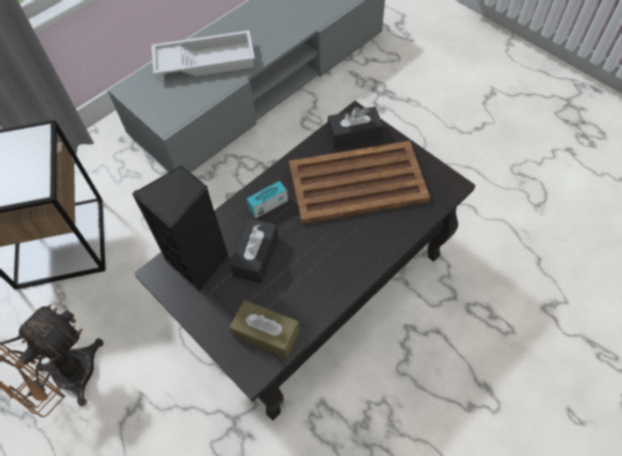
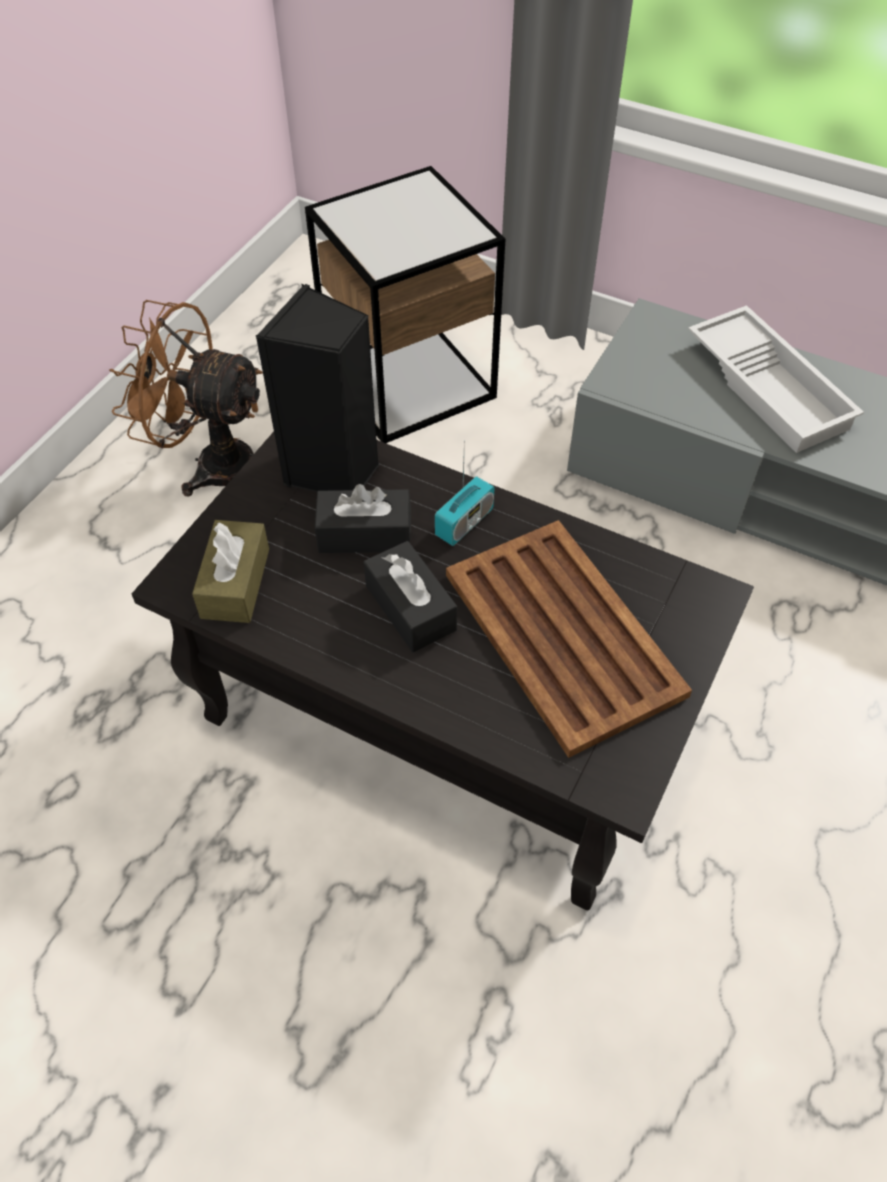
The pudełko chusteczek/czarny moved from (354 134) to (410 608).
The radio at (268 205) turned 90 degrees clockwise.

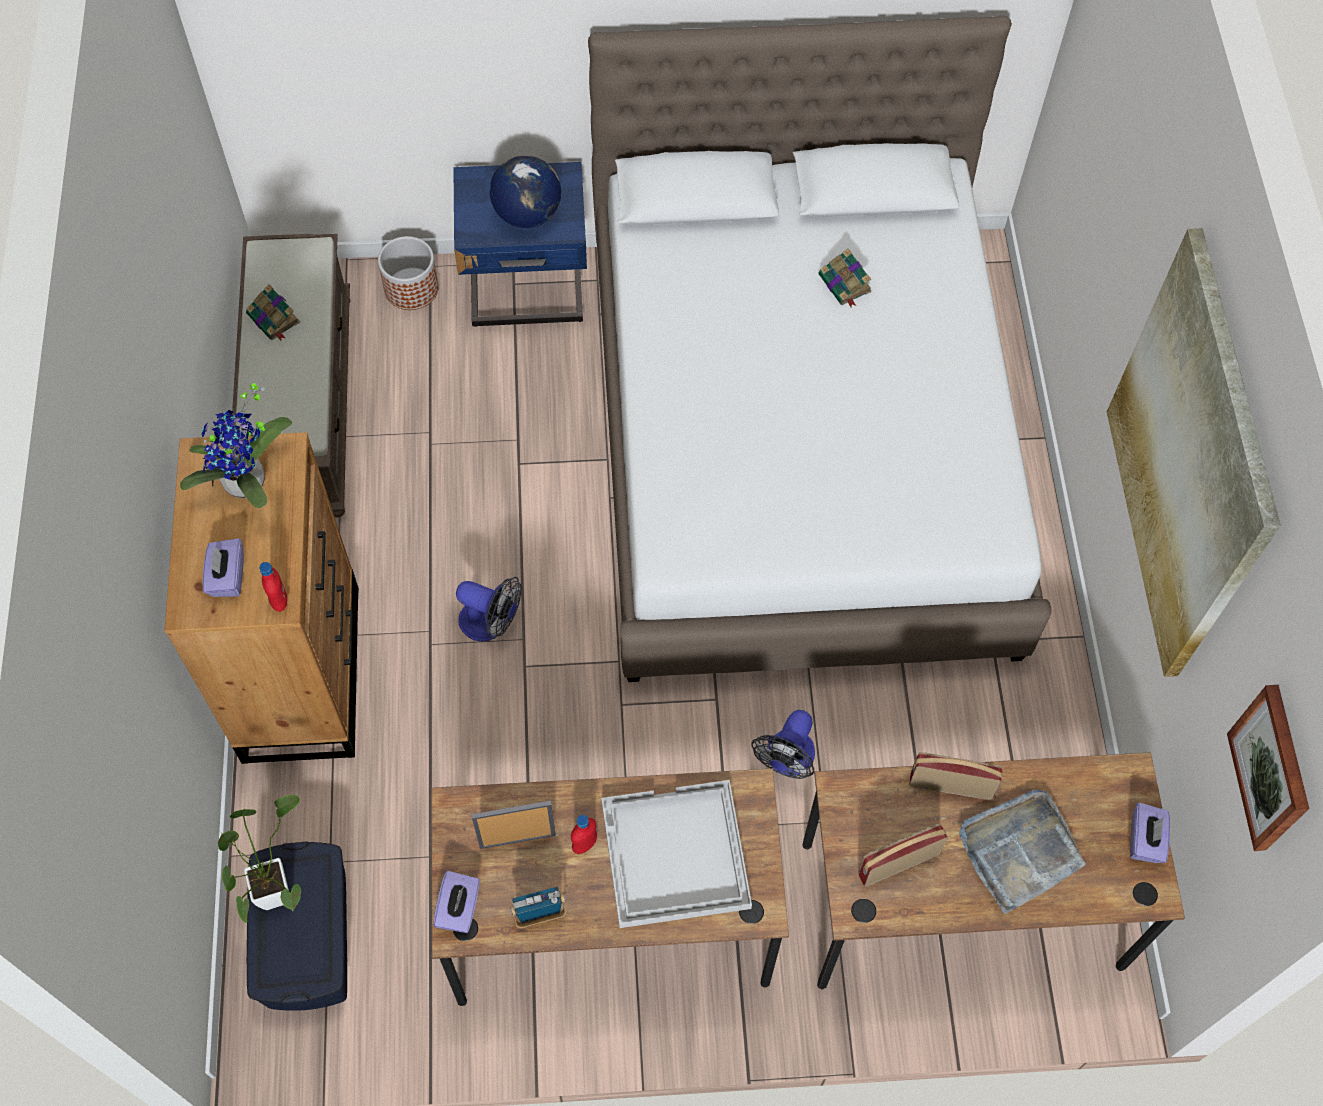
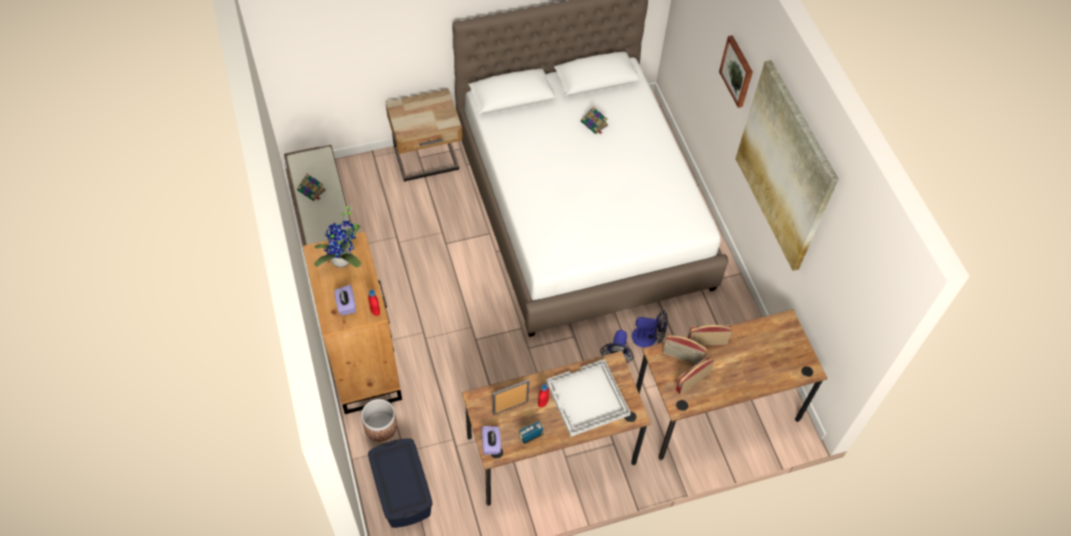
The globus at (527 214) disappeared.
The szafka nocna/niebieski at (527 293) became the szafka nocna/beżowy at (427 160).
The donica moved from (411 288) to (380 426).
The wentylator moved from (491 623) to (648 338).
The obraz moved from (1272 768) to (737 71).
The taca/szary at (1019 851) disappeared.
The roślina doniczkowa at (274 887) disappeared.
The pudełko chusteczek/fioletowy at (1145 840) disappeared.
The radio at (681 357) appeared.

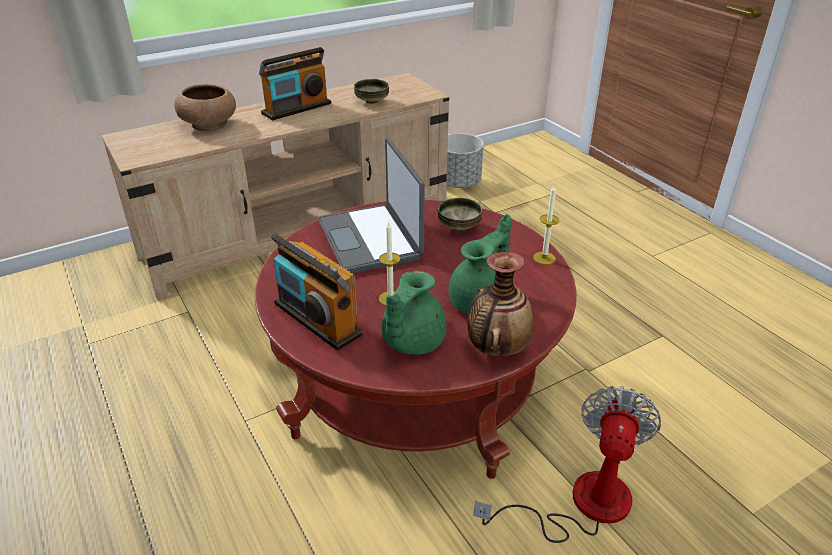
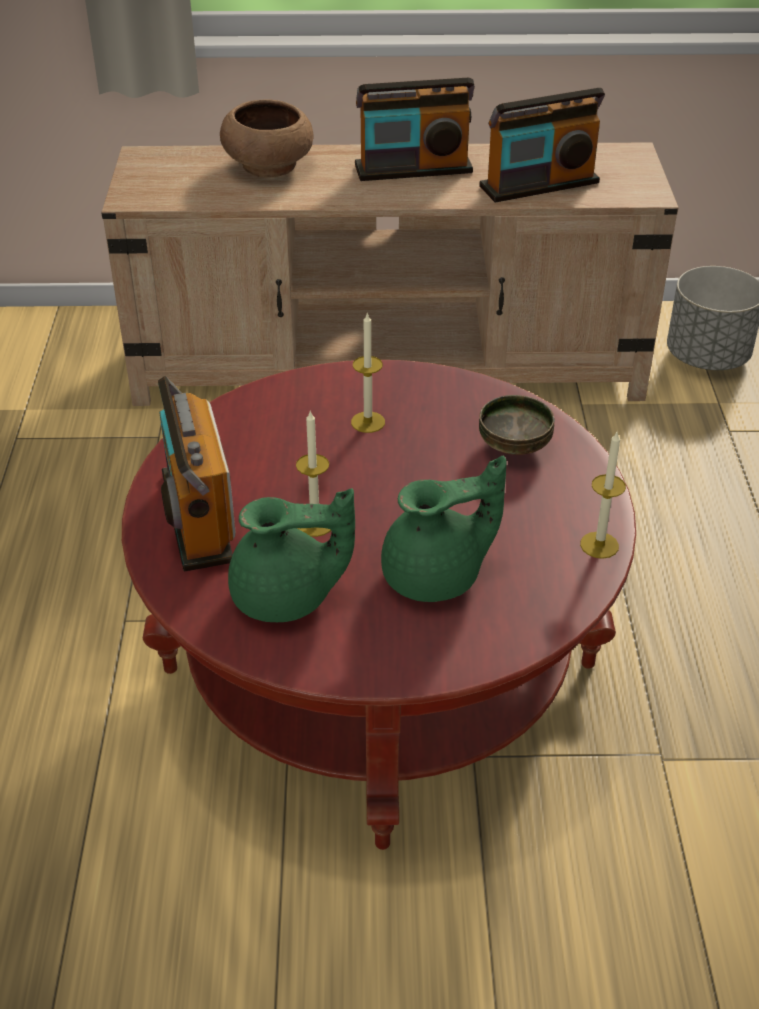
The miska at (372 101) was replaced by the radio at (539 185).
The laptop at (371 239) was replaced by the świeca at (368 422).
The wazon at (497 348) disappeared.
The imbryk/zielony at (411 341) turned 150 degrees counterclockwise.
The wentylator at (581 504) disappeared.

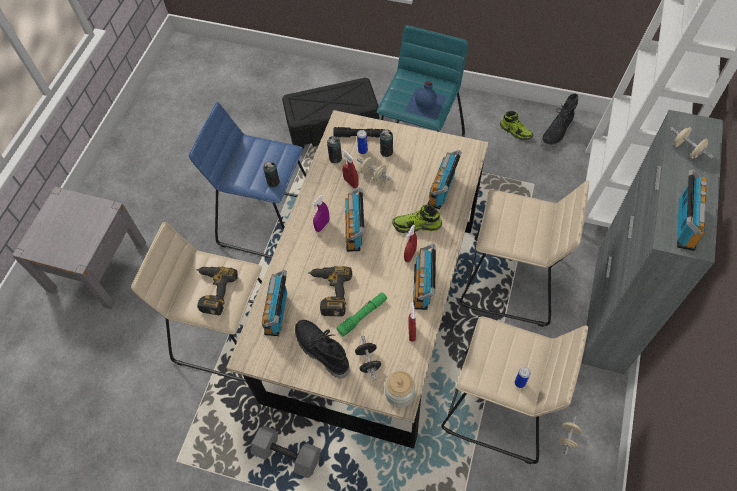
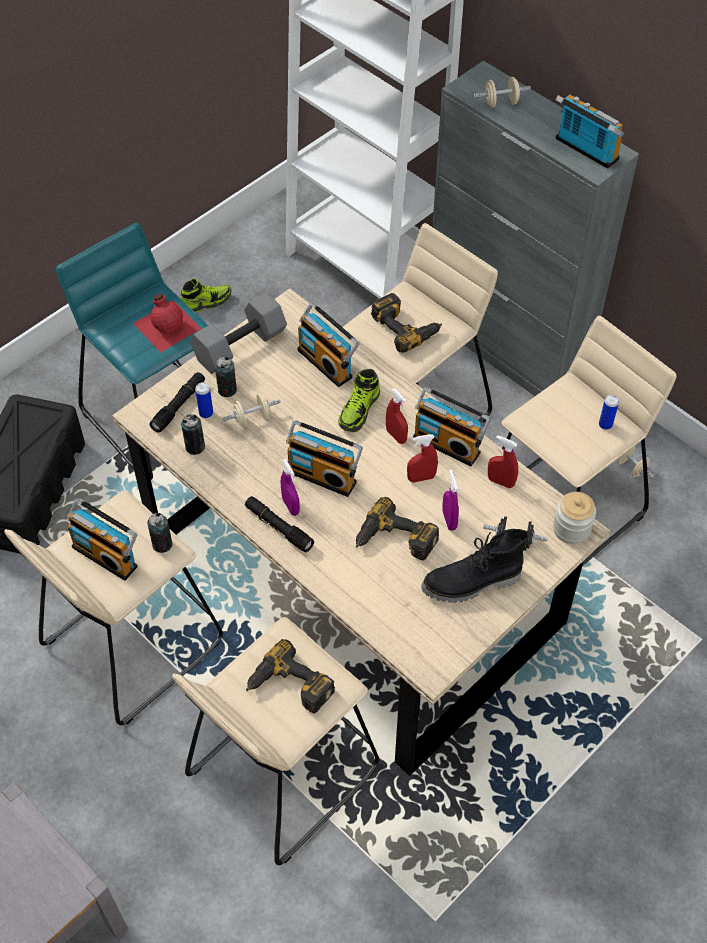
The butelka/niebieski at (426 103) became the butelka/czerwony at (167 325).
The but z cholewką/czarny at (557 133) disappeared.
The stołek/niebieski at (269 222) became the stołek/beżowy at (132 642).
The spryskiwacz/czerwony moved from (351 182) to (421 478).
The radio moved from (278 313) to (107 554).
The latarka/zielony at (362 316) was replaced by the spryskiwacz/fioletowy at (449 520).
The hantel/szary moved from (288 454) to (240 344).
The wiertarka at (406 326) appeared.
The latarka/czarny at (278 527) appeared.

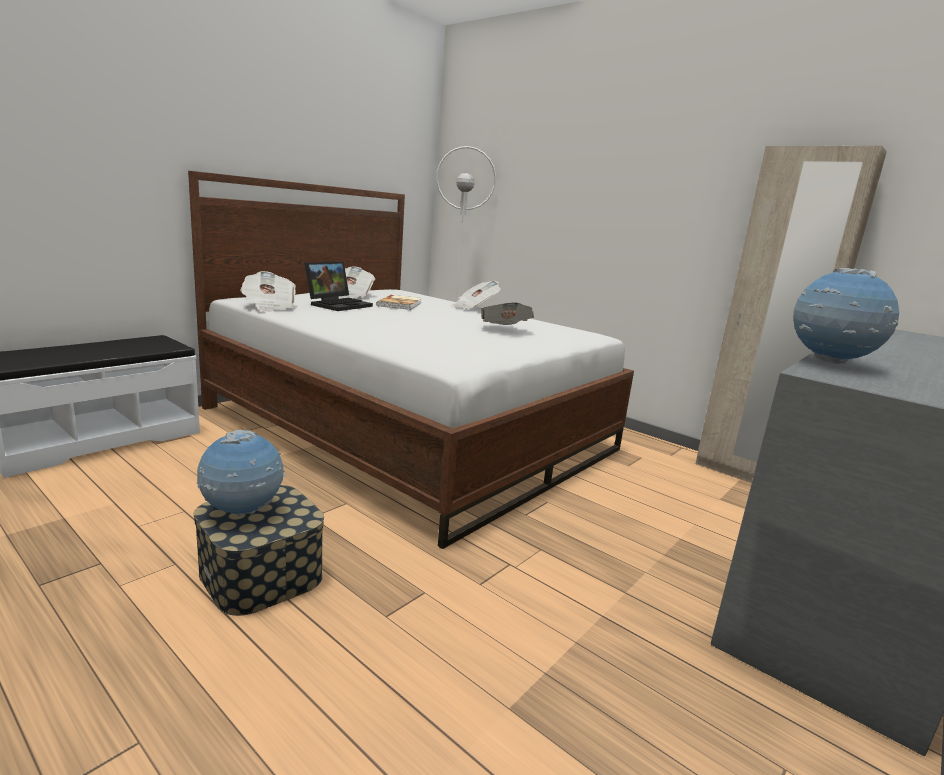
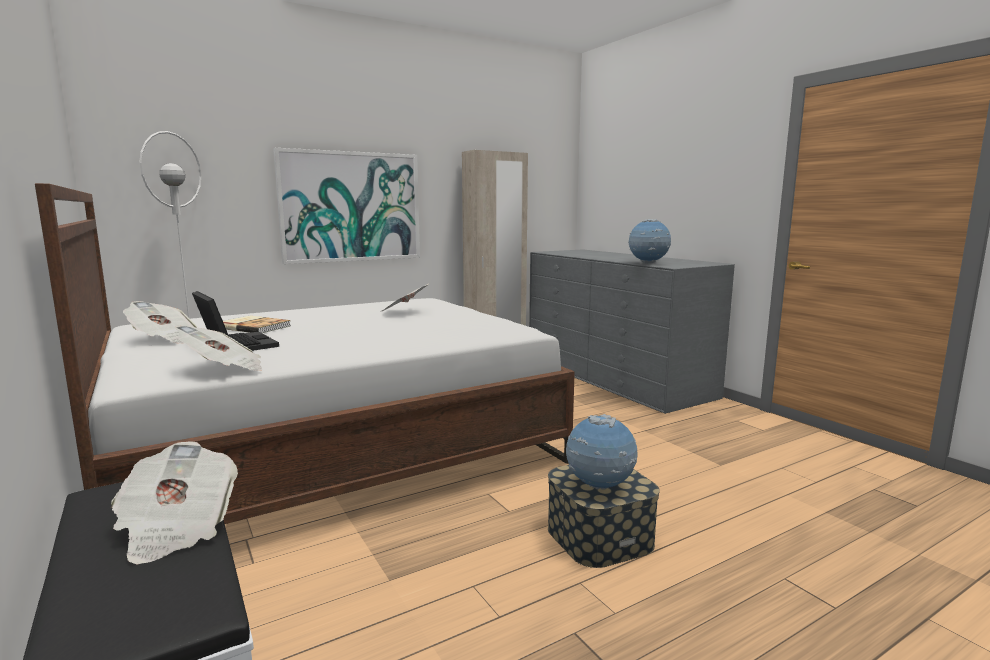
The gazeta moved from (474 308) to (176 528).
The obraz at (351 207) appeared.

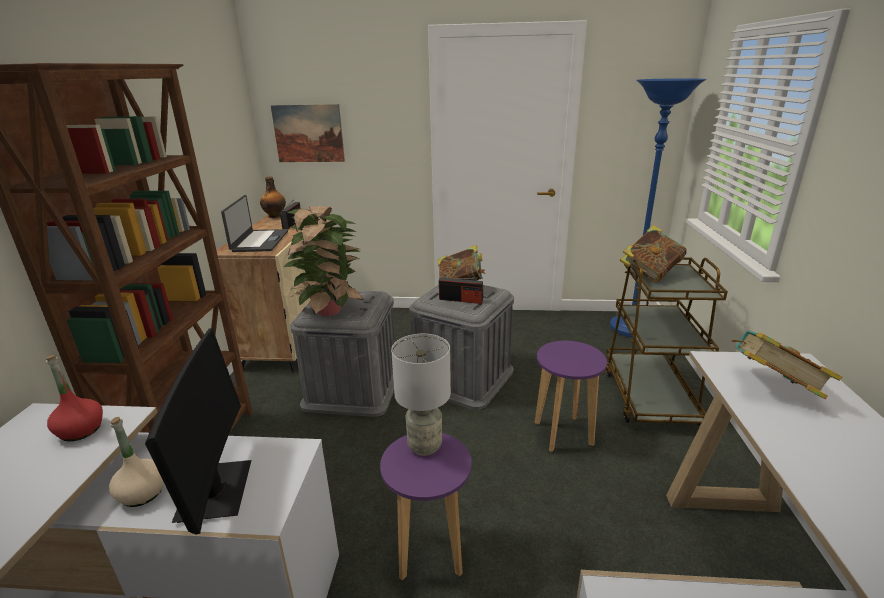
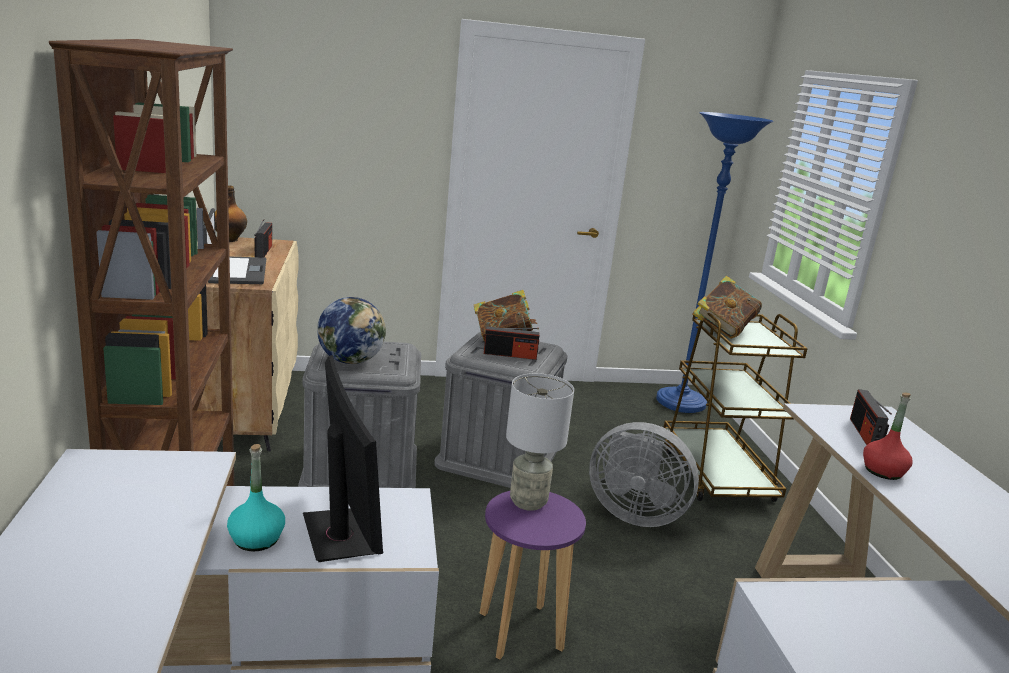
The obraz at (308 133) disappeared.
The roślina doniczkowa at (329 309) was replaced by the globus at (351 361).
The książka at (772 388) was replaced by the radio at (865 434).
The stołek/fioletowy at (563 433) was replaced by the wentylator/szary at (633 513).
The butelka/czerwony moved from (80 430) to (883 471).
The butelka/beżowy at (142 493) became the butelka/turkusowy at (256 539).

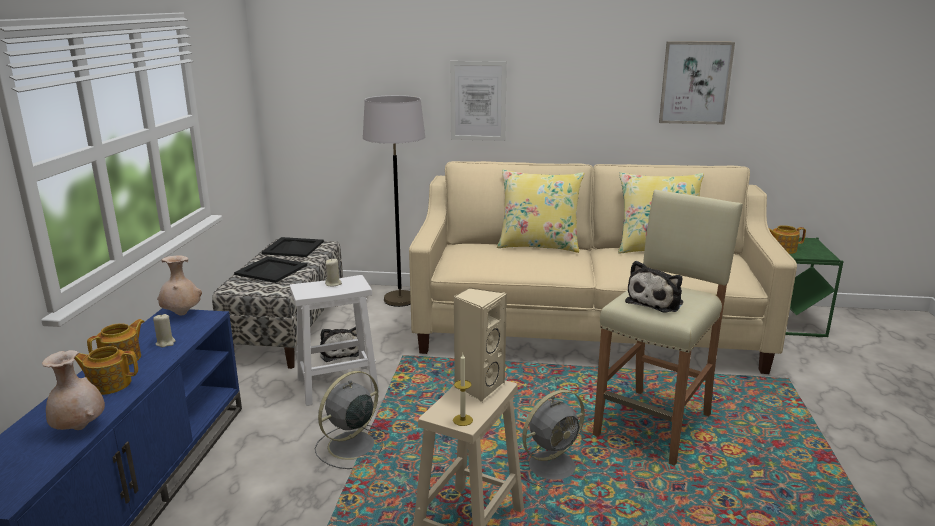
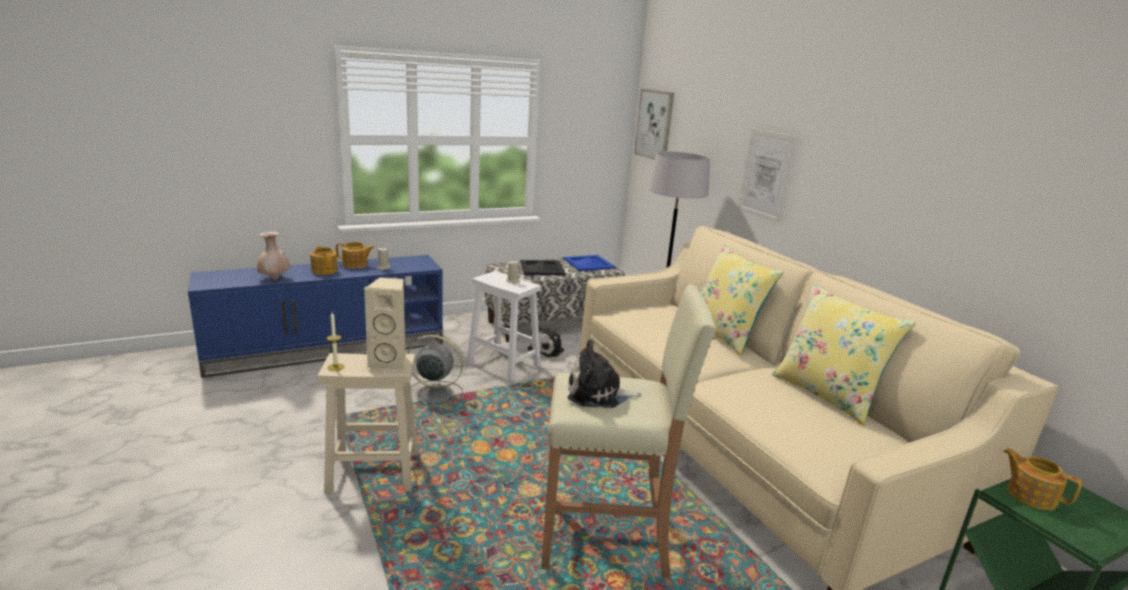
The obraz moved from (695 83) to (654 124).
The taca/czarny at (293 248) became the taca/niebieski at (588 263).
The wazon/beżowy at (182 314) disappeared.
The wentylator/szary at (554 465) disappeared.

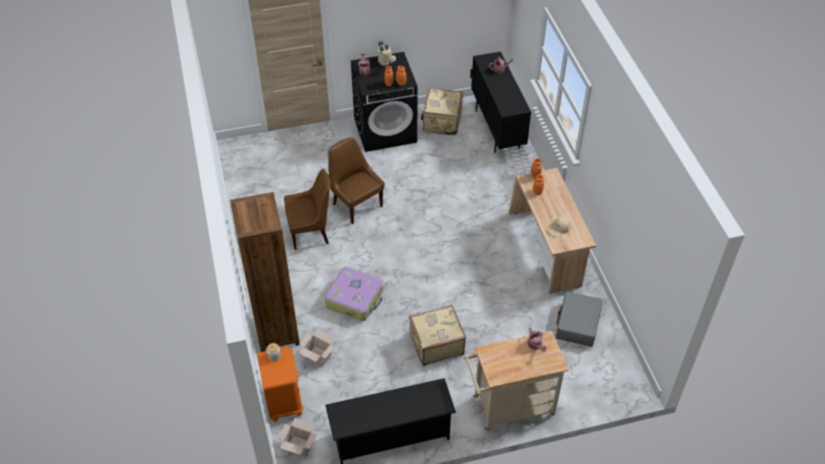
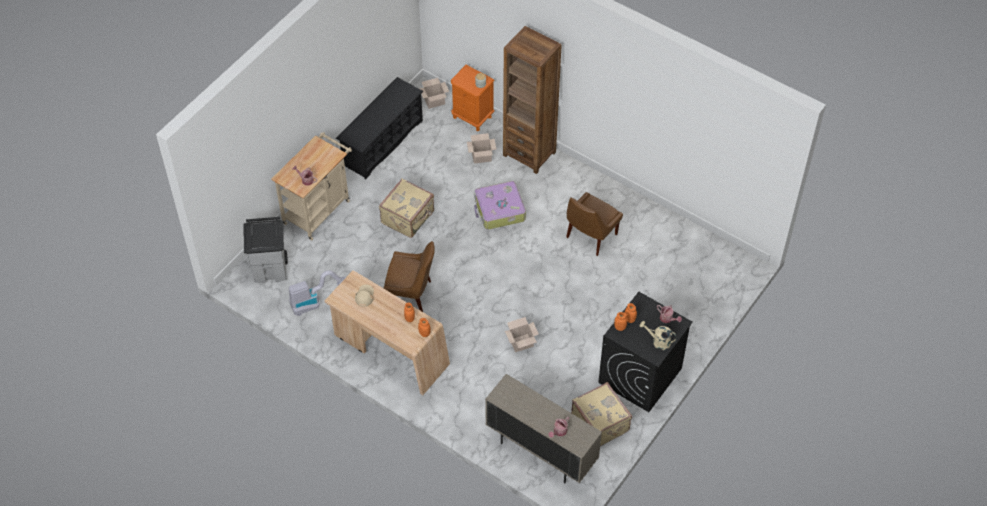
The szafka/czarny at (497 129) became the szafka/beżowy at (541 452).
The krzesło/brązowy moved from (356 204) to (411 294).
The walizka/szary at (577 324) was replaced by the odkurzacz at (315 302).
The kosz na śmieci/szary at (271 269) appeared.
The karton at (521 343) appeared.

